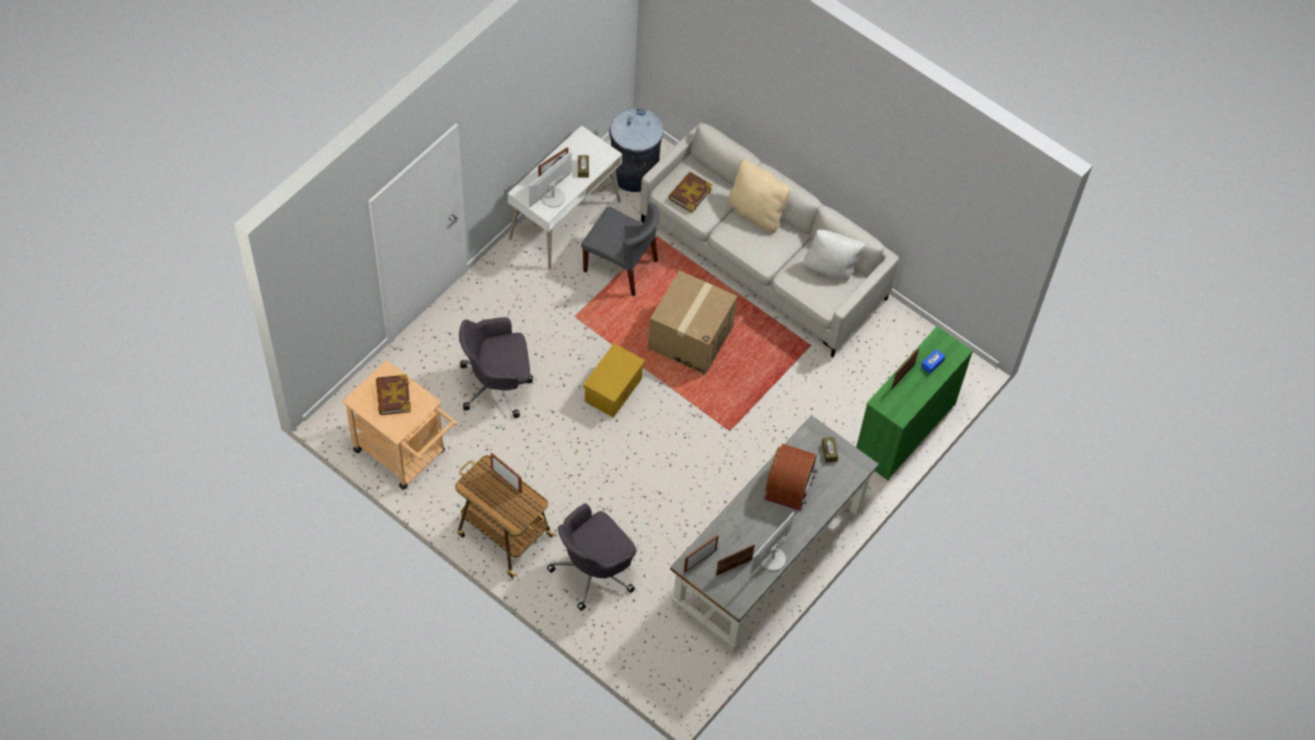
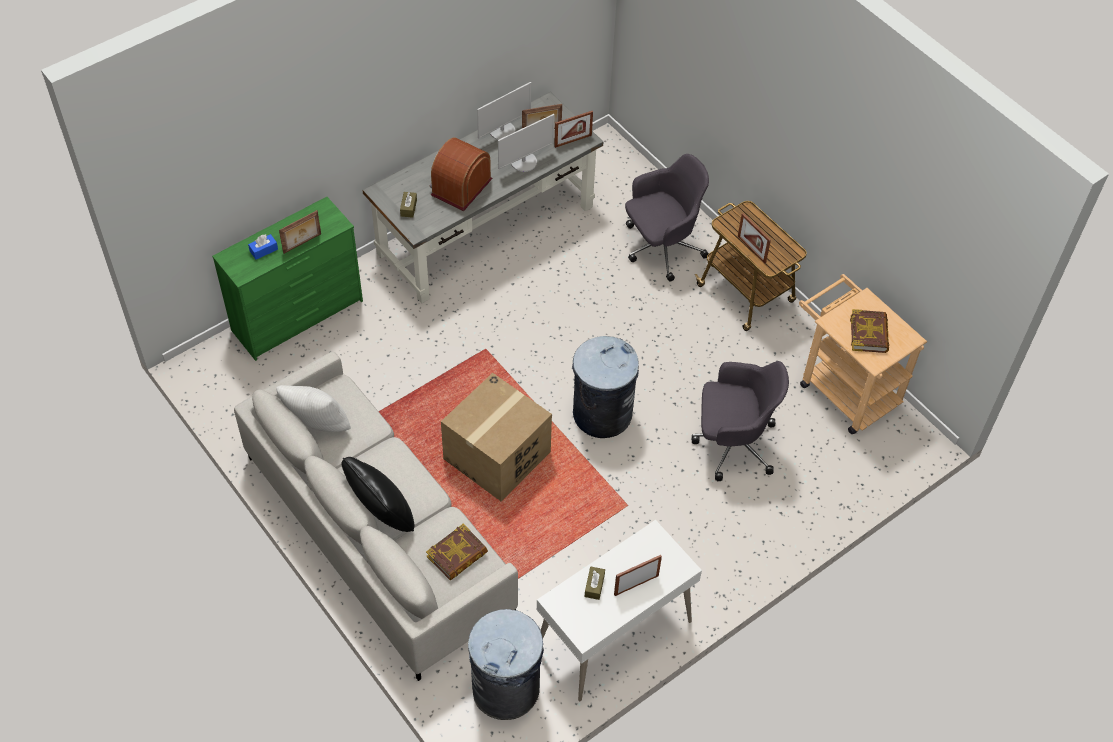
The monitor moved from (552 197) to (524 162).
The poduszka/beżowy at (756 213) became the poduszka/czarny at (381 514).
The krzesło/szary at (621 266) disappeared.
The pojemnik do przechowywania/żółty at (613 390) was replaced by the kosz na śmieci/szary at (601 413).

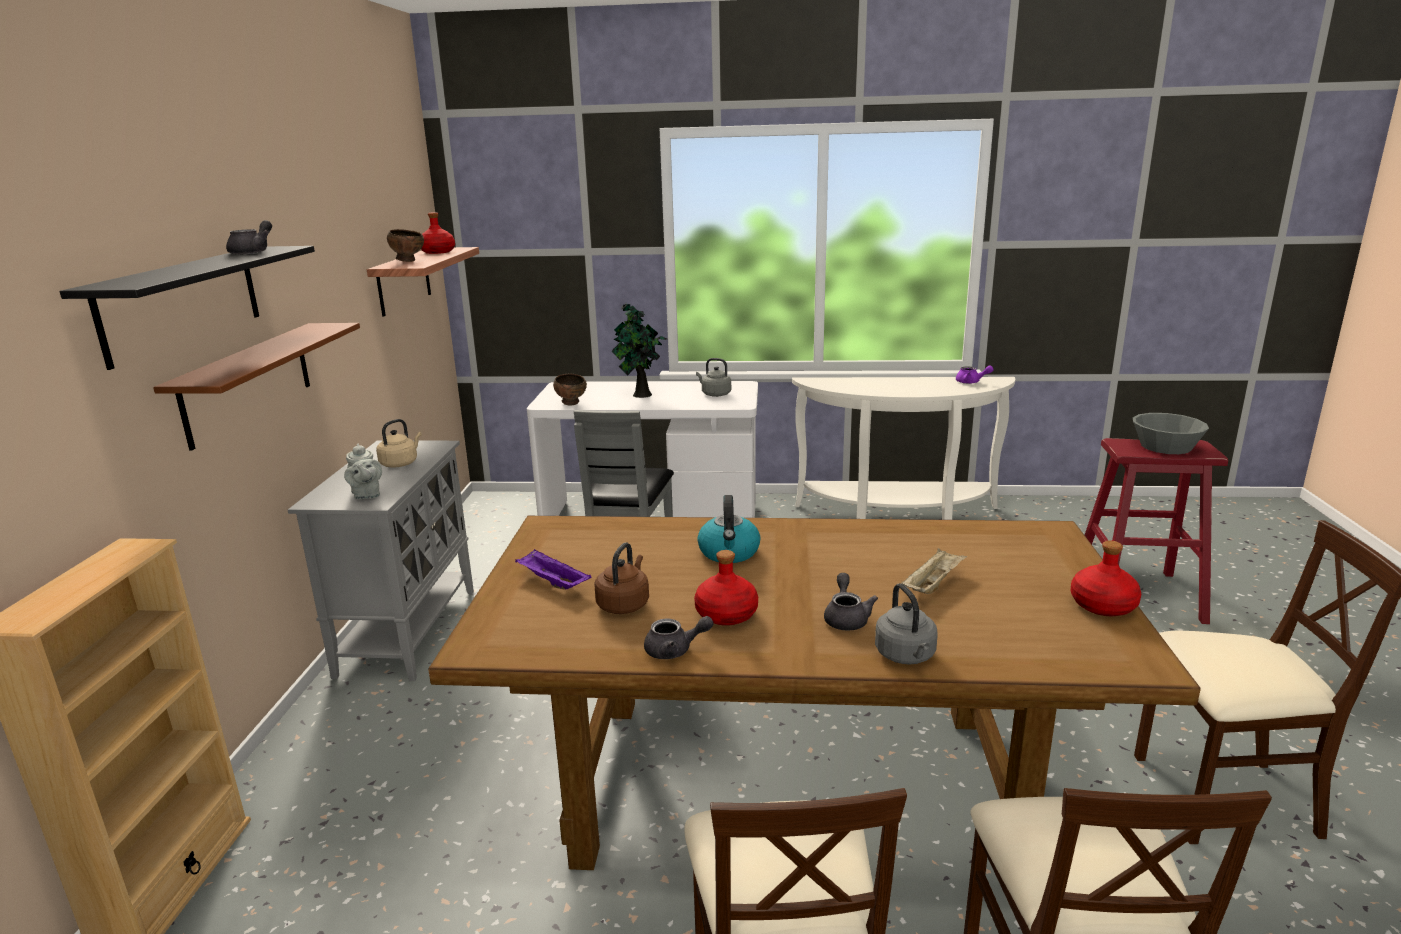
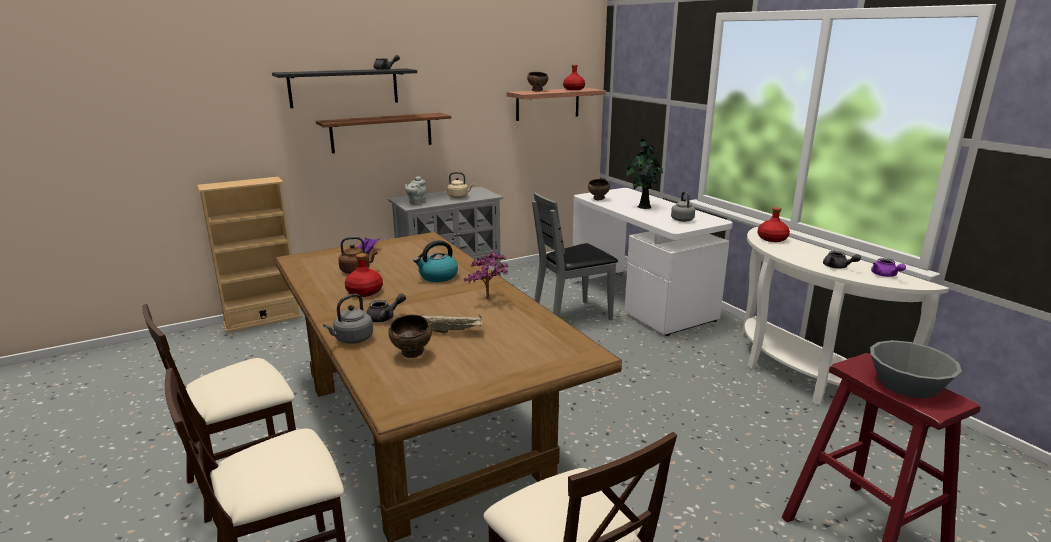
The butelka/czerwony moved from (1102 605) to (772 239).
The imbryk/szary moved from (675 650) to (838 267).
The roślina doniczkowa at (489 300) appeared.
The miska/brązowy at (412 354) appeared.

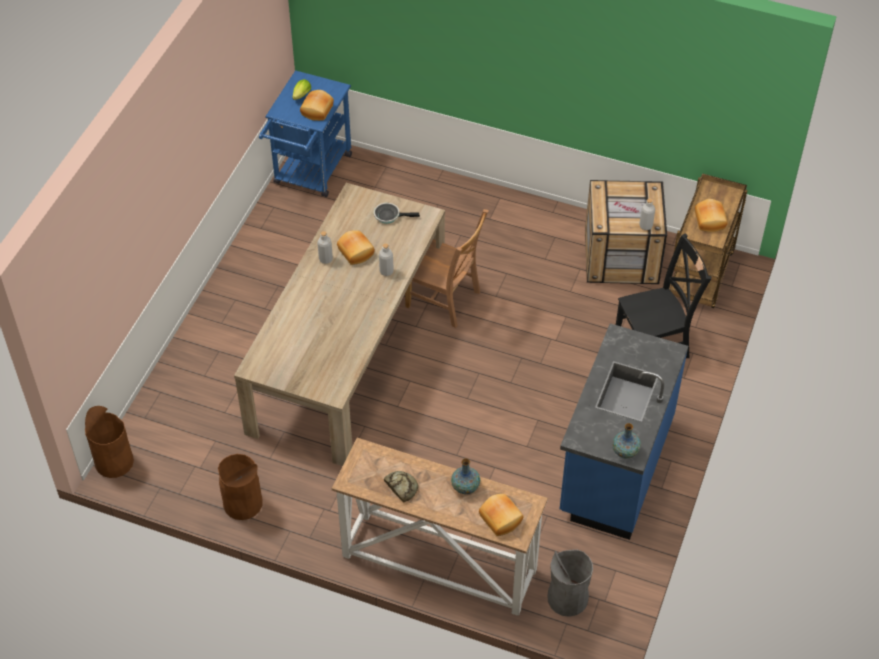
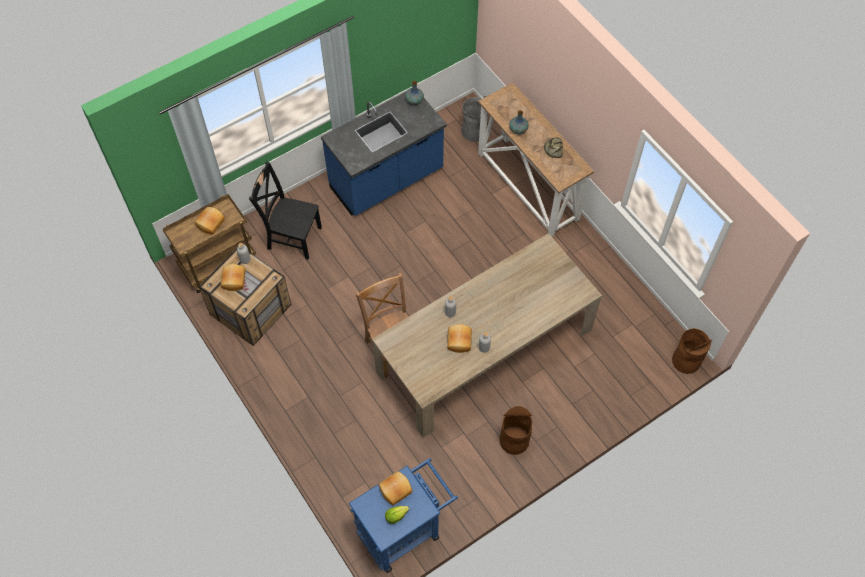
The patelnia at (389 216) disappeared.
The kosz na śmieci/brązowy moved from (242 503) to (514 440).
The chleb moved from (501 518) to (233 280).

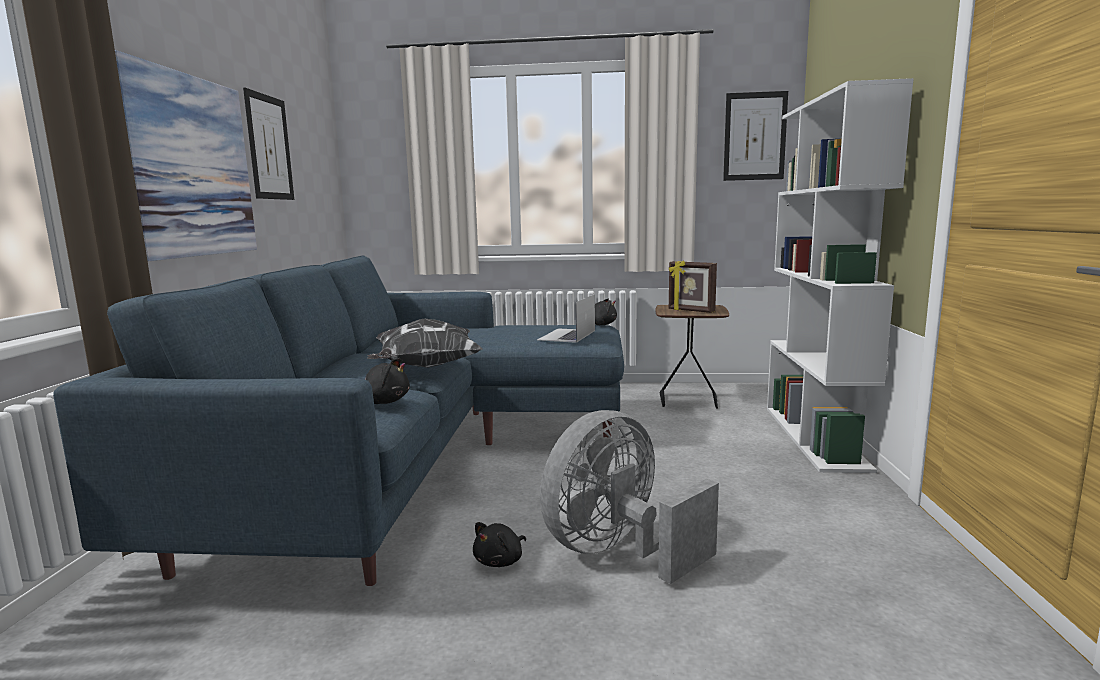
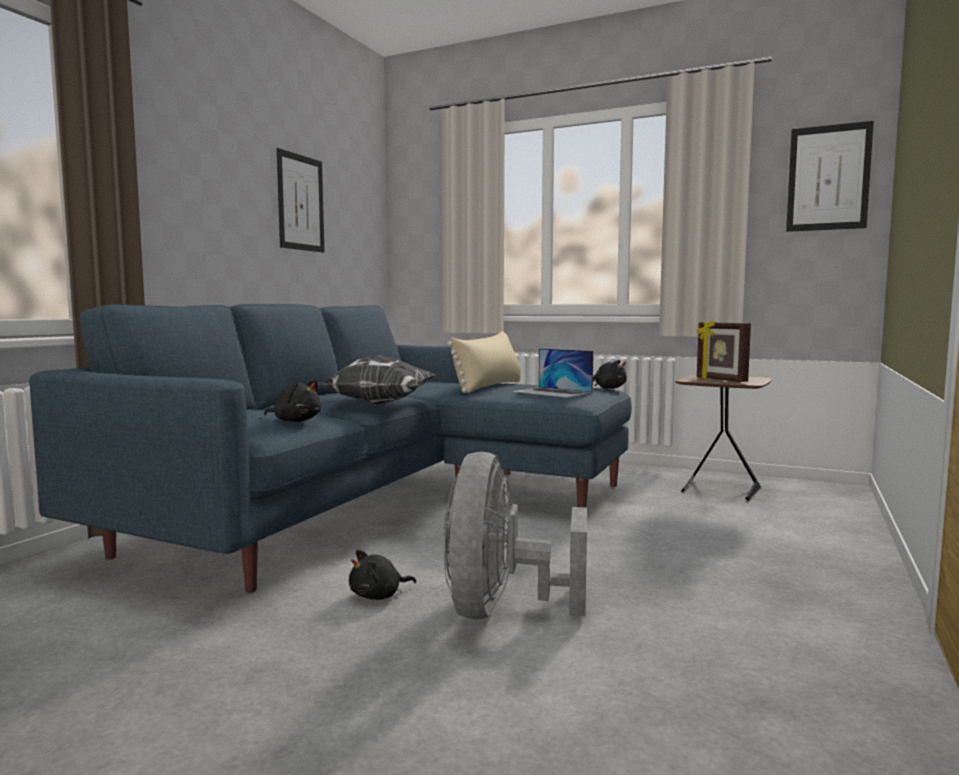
The obraz at (190 166) disappeared.
The regał/biały at (815 437) disappeared.
The laptop at (567 335) turned 90 degrees counterclockwise.
The wentylator/szary at (618 552) turned 60 degrees counterclockwise.
The poduszka/beżowy at (489 386) appeared.

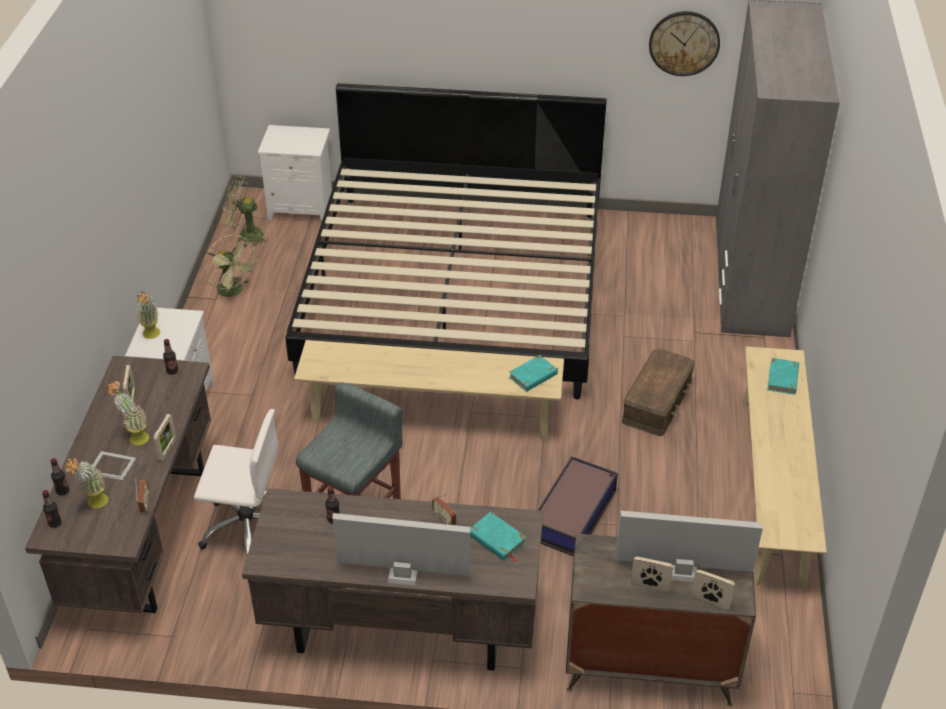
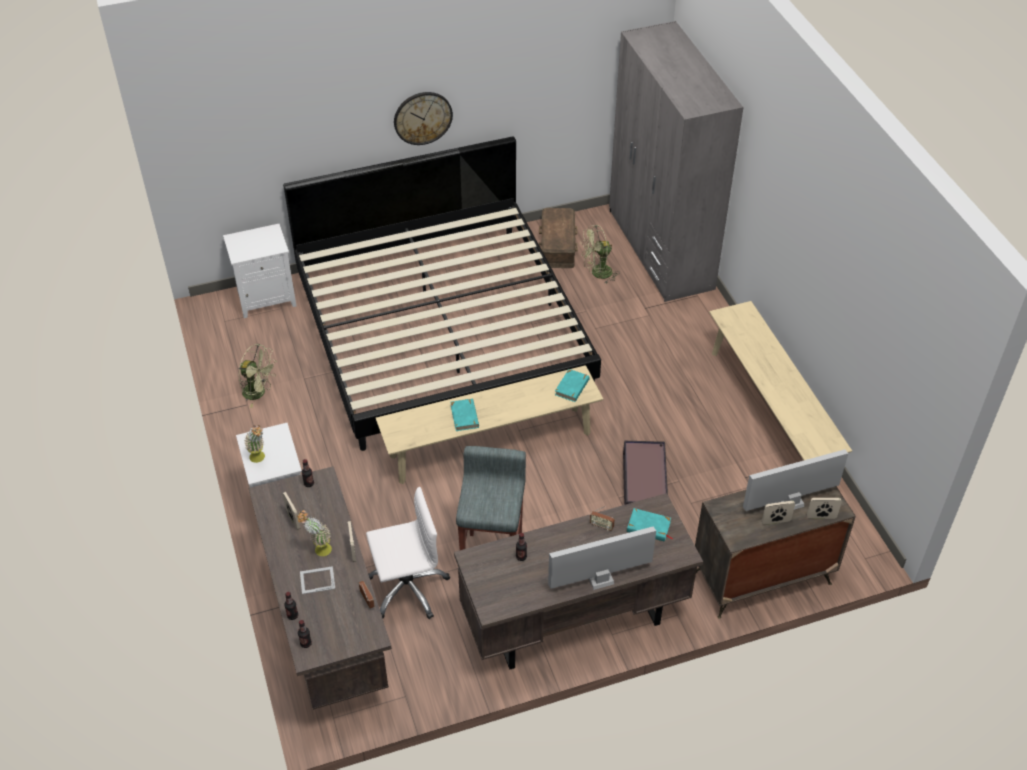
The zegar ścienny moved from (684 43) to (422 117).
The wentylator/zielony moved from (245 235) to (597 273).
The pojemnik do przechowywania/brązowy moved from (658 402) to (558 246).
The książka/turkusowy moved from (783 378) to (465 416).
The roślina doniczkowa at (94 504) disappeared.

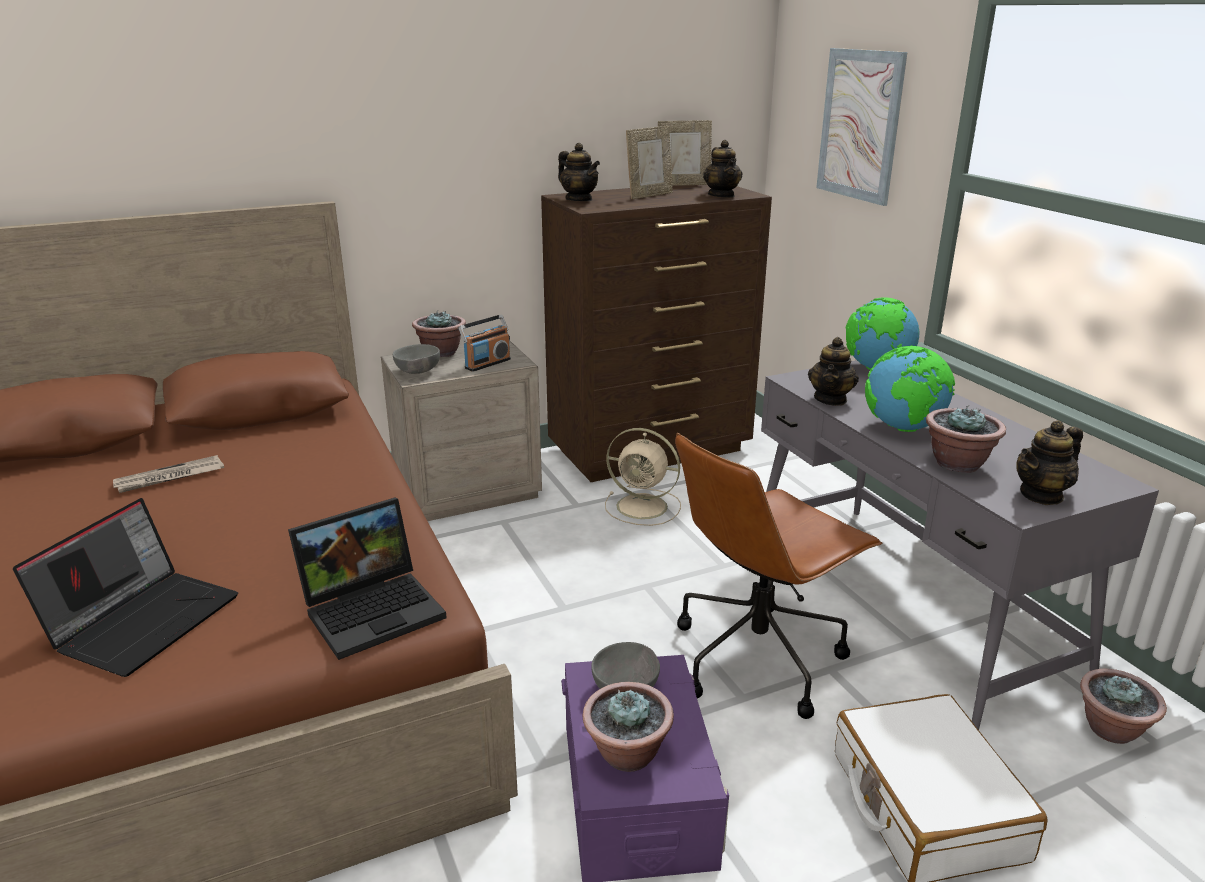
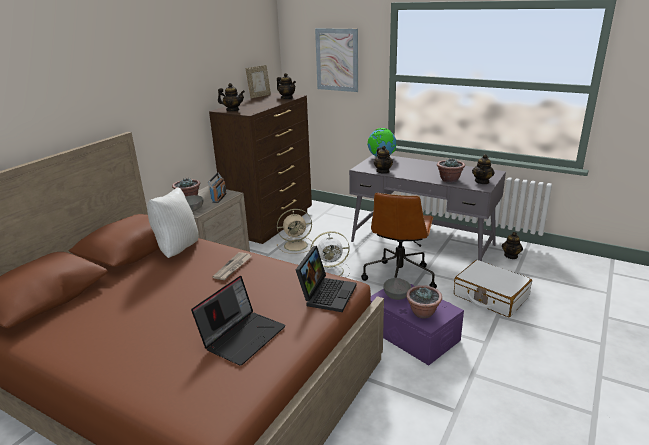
The ramka na zdjęcie at (649 195) disappeared.
The globus at (904 428) disappeared.
The gazeta moved from (169 478) to (233 267).
The laptop at (144 620) turned 45 degrees clockwise.
The roślina doniczkowa at (1112 730) was replaced by the imbryk at (511 256).
The poduszka/biały at (177 249) appeared.
The wentylator/biały at (331 271) appeared.

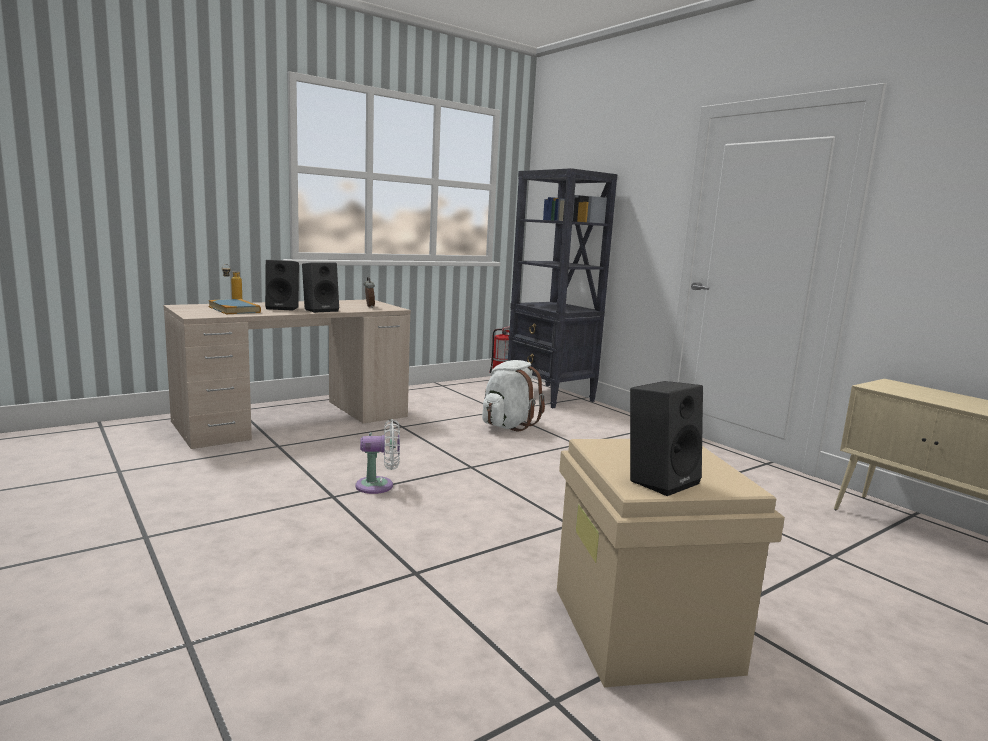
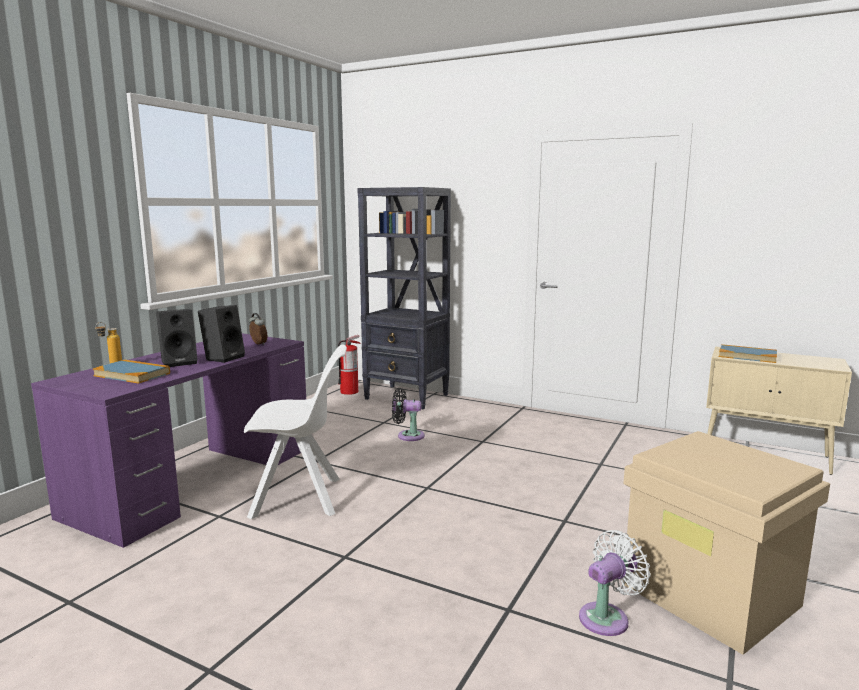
The biurko/beżowy at (295 419) became the biurko/fioletowy at (198 479).
The plecak/biały at (508 425) was replaced by the wentylator/czarny at (408 436).
The głośnik/czarny at (660 480) disappeared.
The wentylator/biały moved from (379 486) to (607 617).
The krzesło/biały at (299 498) appeared.
The książka at (747 356) appeared.

